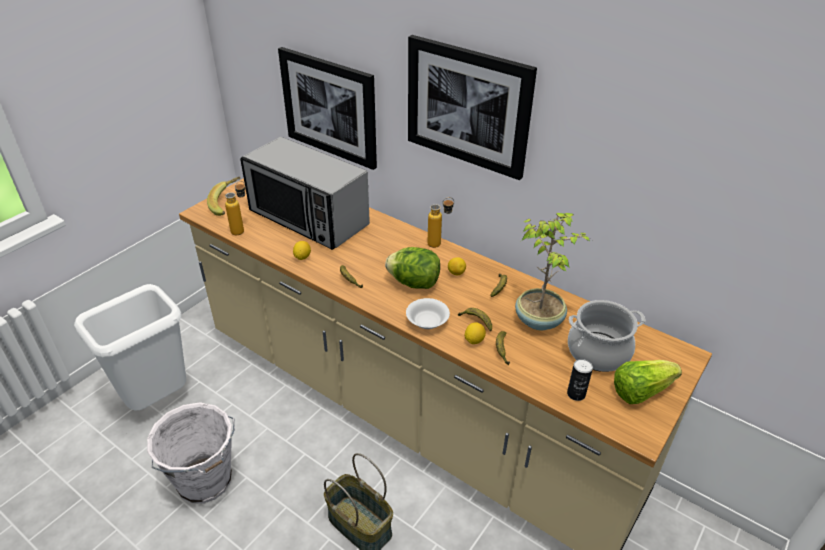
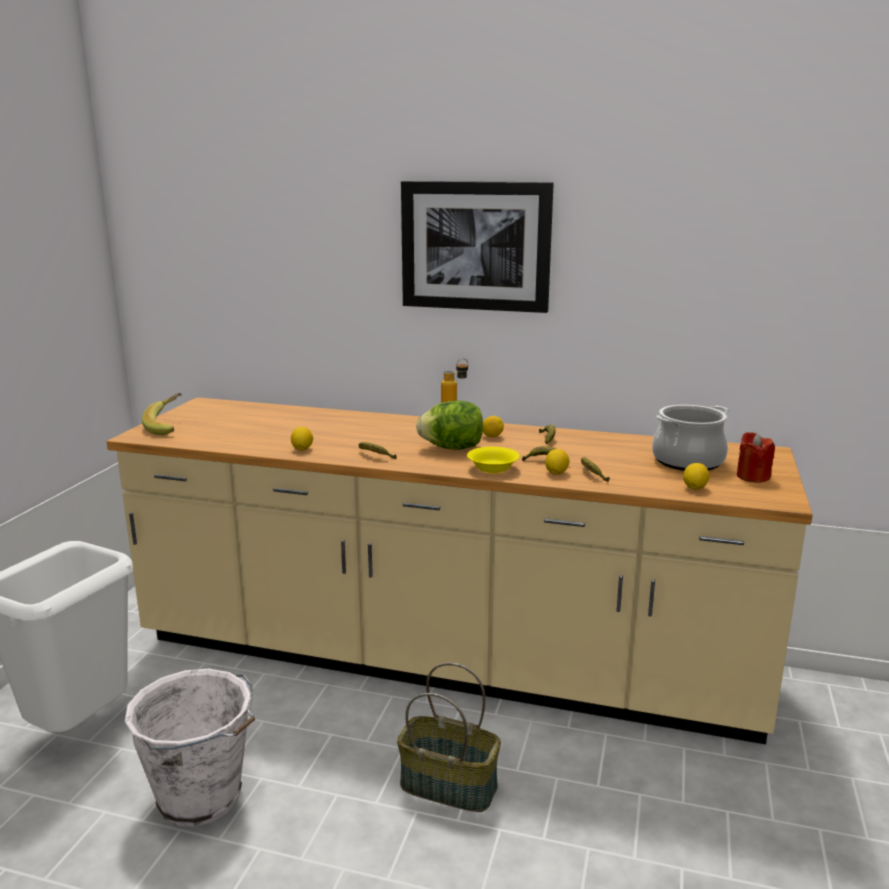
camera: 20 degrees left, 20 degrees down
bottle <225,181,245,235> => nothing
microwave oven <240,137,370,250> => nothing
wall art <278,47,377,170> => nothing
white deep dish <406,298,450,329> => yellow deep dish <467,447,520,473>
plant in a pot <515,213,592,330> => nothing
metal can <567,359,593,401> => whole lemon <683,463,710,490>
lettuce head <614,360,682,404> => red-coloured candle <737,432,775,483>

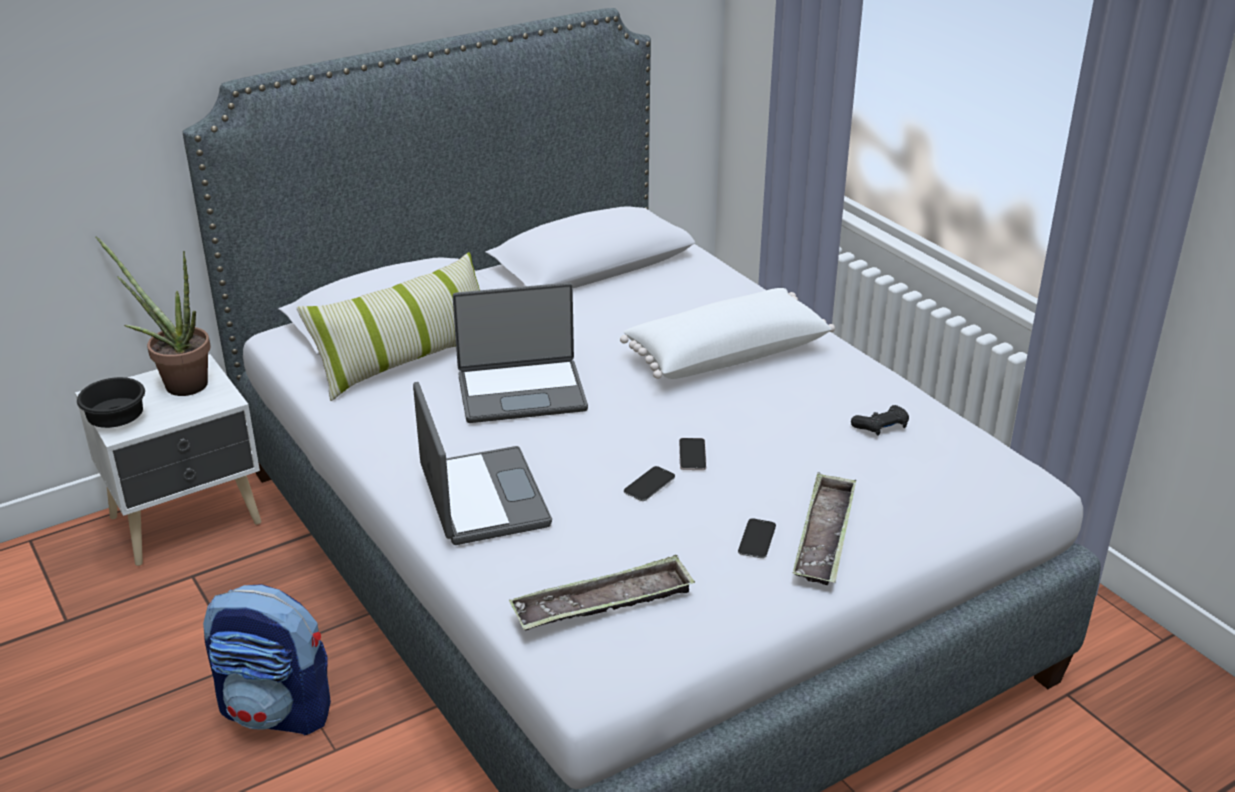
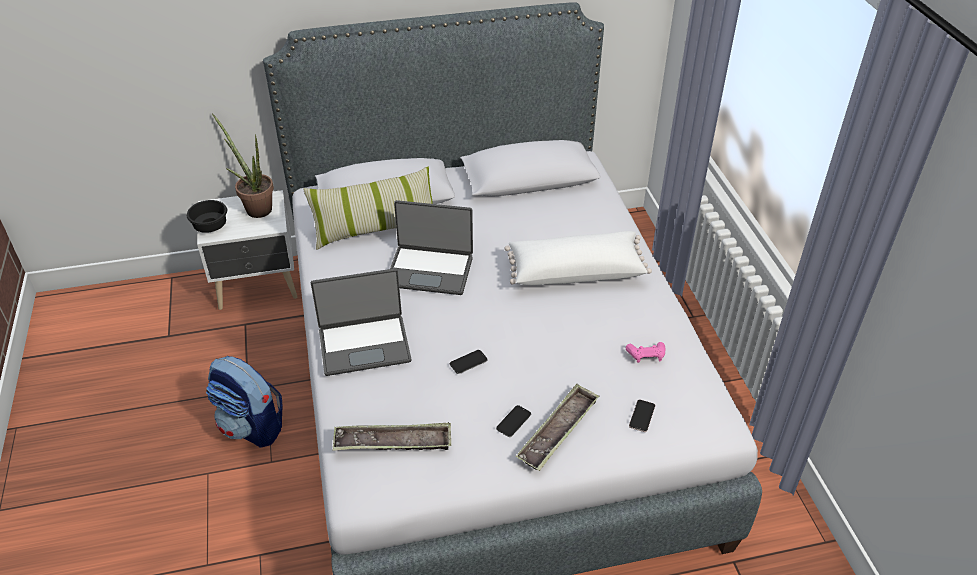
camera: 20 degrees right, 10 degrees up
notebook computer <413,382,552,545> => notebook computer <311,268,411,376>, 75 degrees clockwise
telephone <679,438,706,470> => telephone <629,400,655,432>, shifted
black game controller <851,405,909,436> => pink-coloured game controller <626,342,665,363>

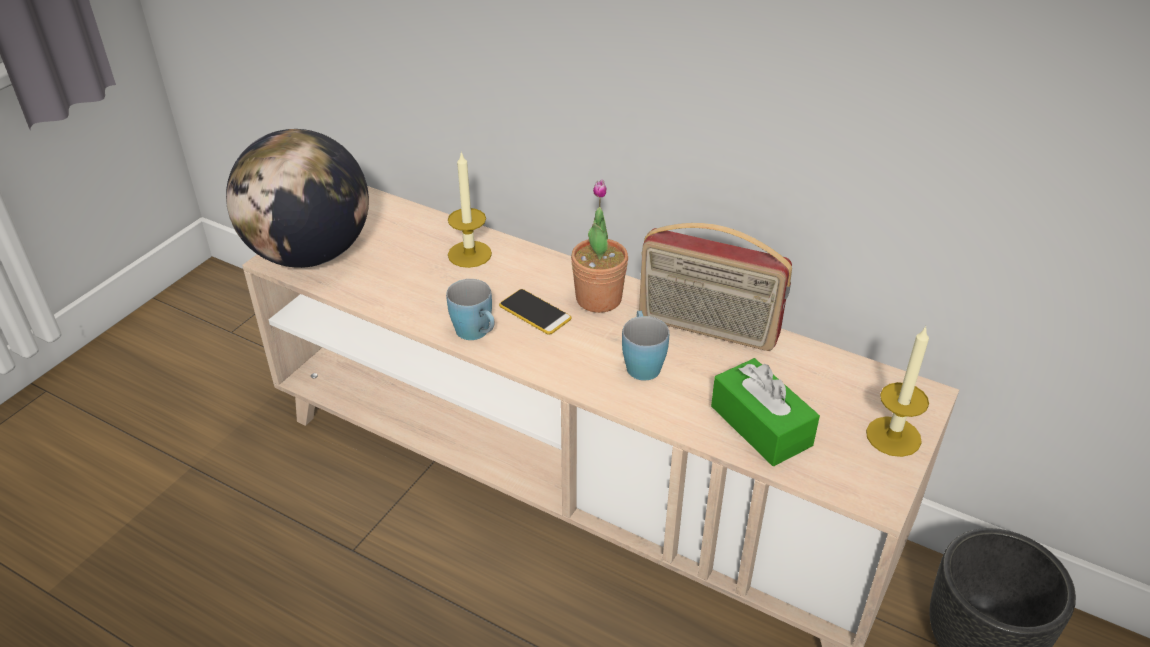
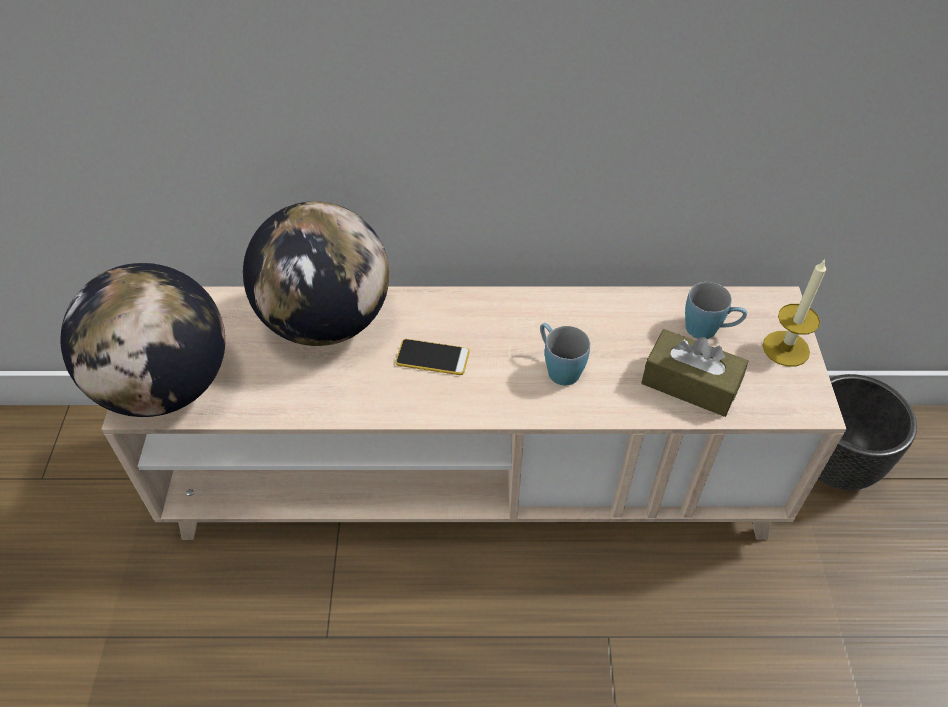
camera: 30 degrees left, 10 degrees up
blue-coloured mug <446,279,494,340> => blue-coloured mug <685,282,747,339>, shifted
candle <448,151,492,268> => world globe <243,201,389,346>
plant in a pot <571,179,628,313> => nothing
radio <639,223,792,351> => nothing
green-coloured tissue box <711,358,820,466> => brownish tissue box <641,329,748,417>

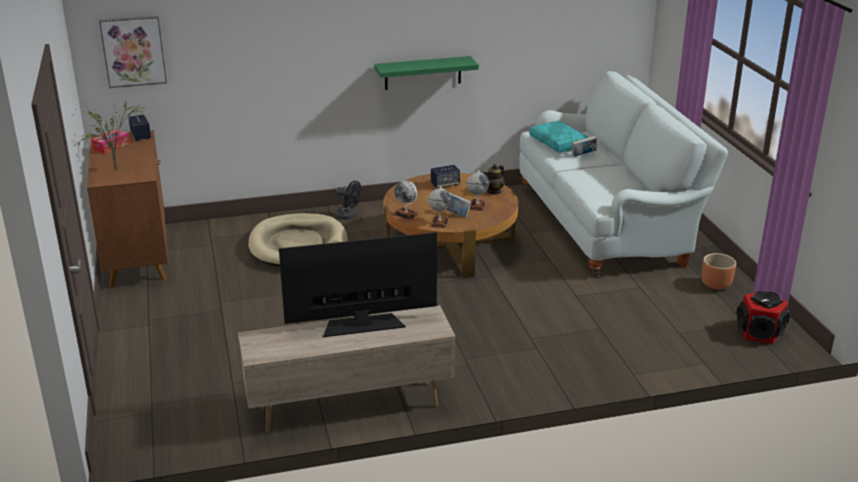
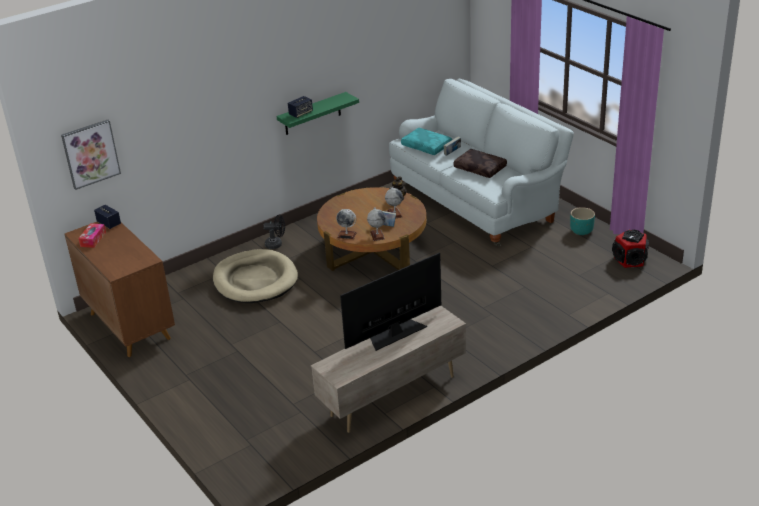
camera: 20 degrees left, 5 degrees up
plant in a pot <79,101,149,170> => nothing
speaker <431,165,460,188> => speaker <288,96,313,118>, shifted
brownish plant pot <702,253,736,290> => turquoise-coloured plant pot <570,207,595,235>
nothing => brownish throw pillow <453,149,507,178>

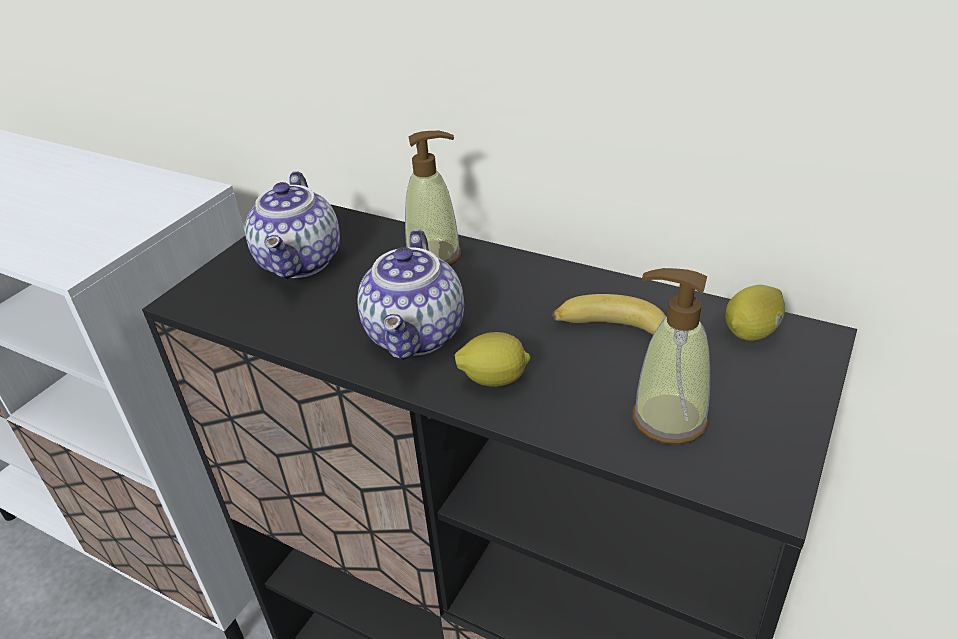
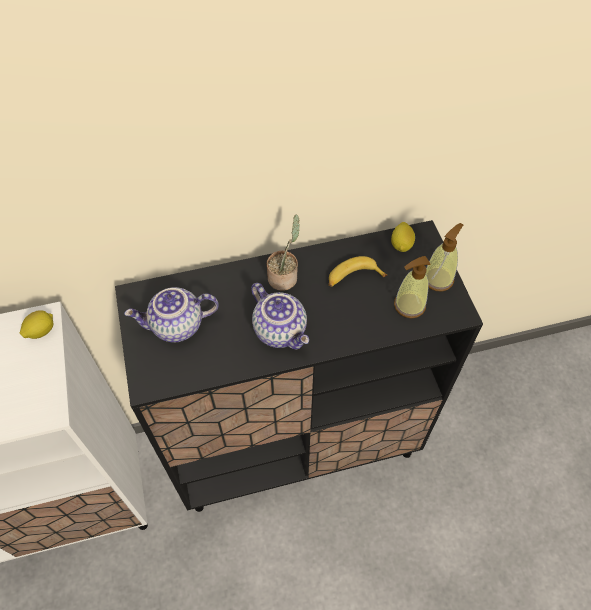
camera: 45 degrees left, 20 degrees up
tea pot <245,171,340,279> => tea pot <124,287,219,343>, 120 degrees clockwise
soap dispenser <405,131,461,266> => soap dispenser <426,223,463,292>, shifted
whole lemon <455,332,531,387> => whole lemon <20,310,53,339>, shifted
nothing => plant in a pot <267,214,300,291>

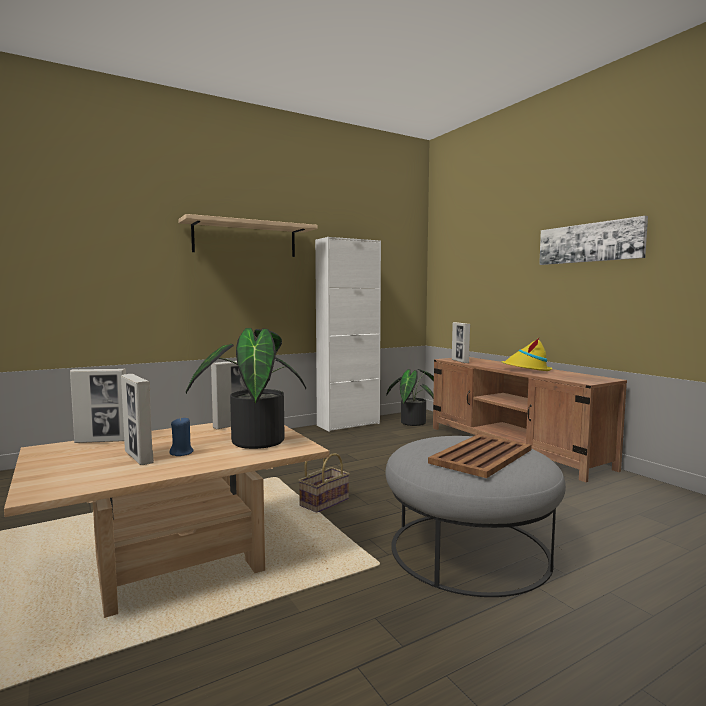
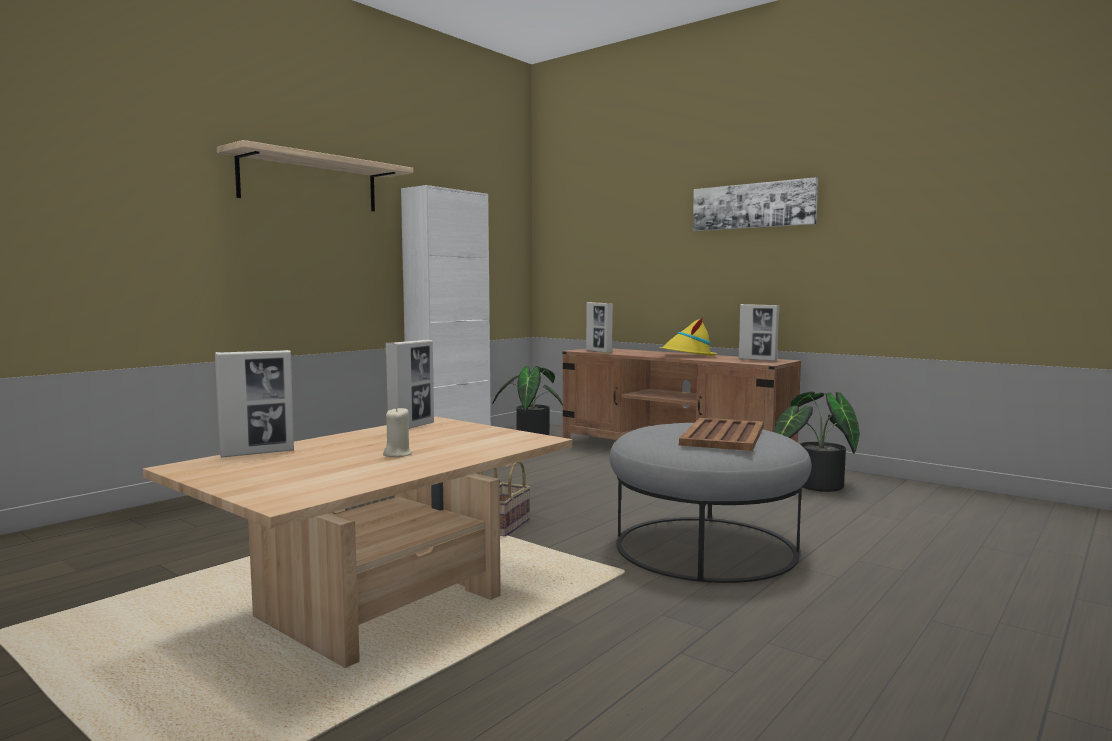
camera: 20 degrees left, 0 degrees up
picture frame <121,374,154,465> => picture frame <738,304,780,361>, shifted
blue-coloured candle <169,417,193,456> => sand-coloured candle <383,407,412,457>
plant in a pot <186,328,306,449> => plant in a pot <774,391,860,492>, shifted

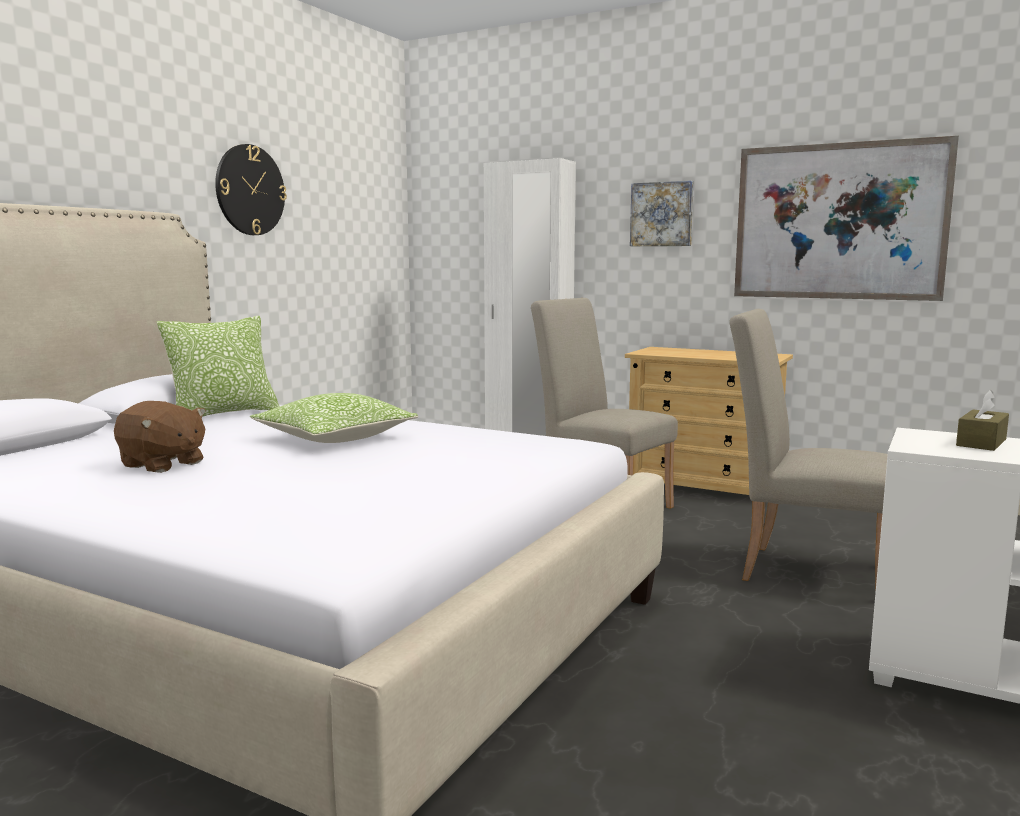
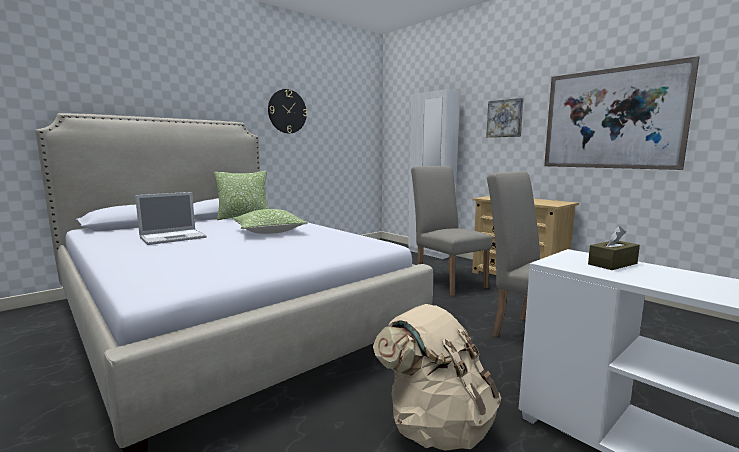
camera: 20 degrees right, 0 degrees up
brownish cuddly toy <114,401,206,473> => notebook computer <135,192,207,245>
nothing => sand-coloured knapsack <373,304,501,451>

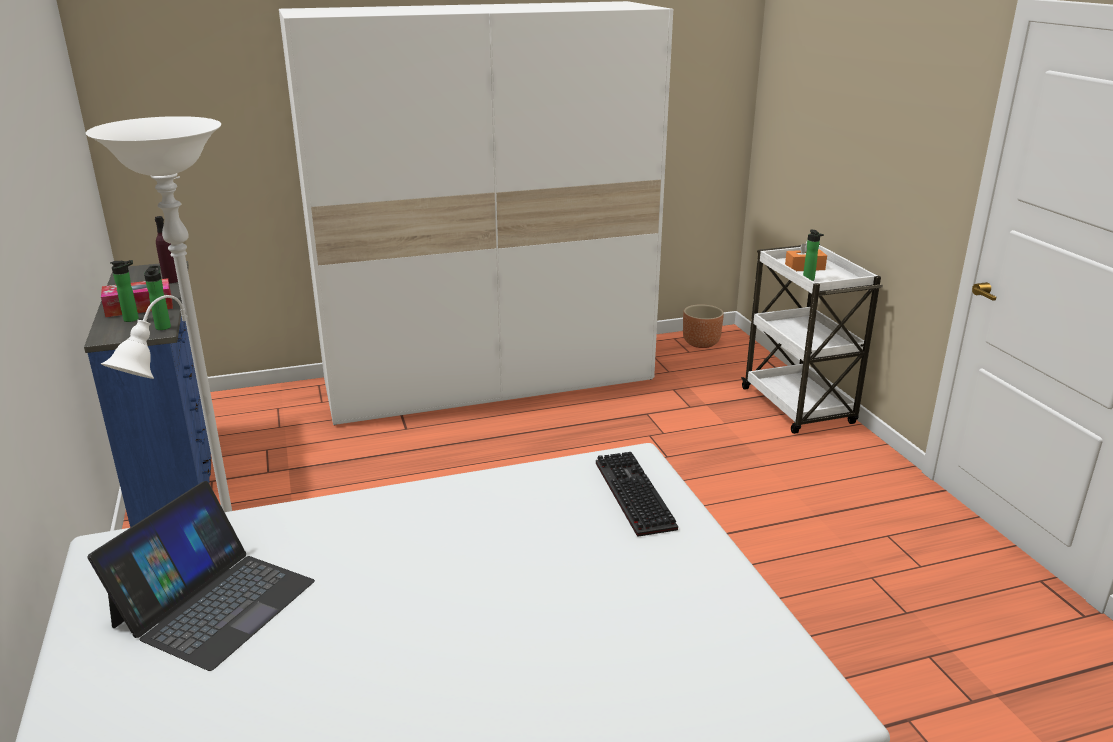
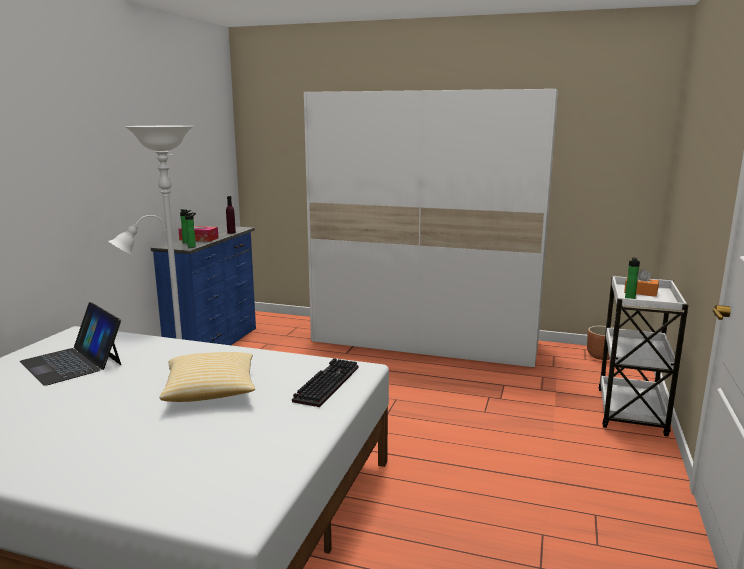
camera: 35 degrees right, 10 degrees down
notebook computer <88,481,315,671> => notebook computer <20,302,121,386>, 75 degrees clockwise
nothing => throw pillow <159,352,255,402>

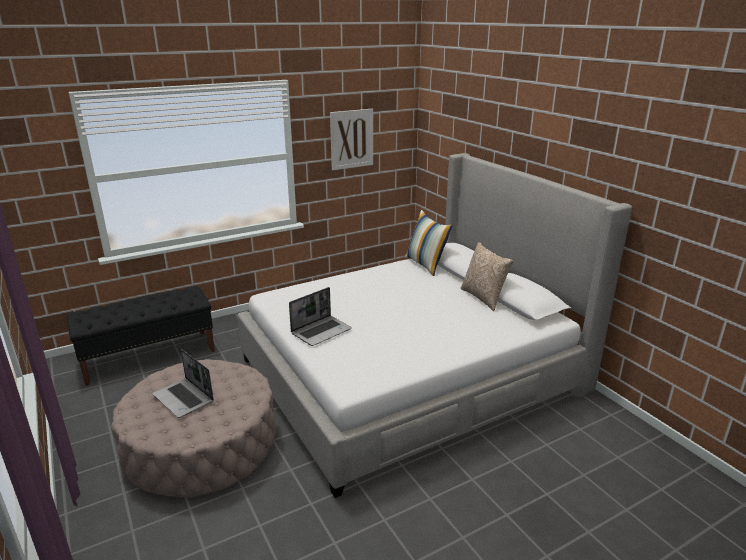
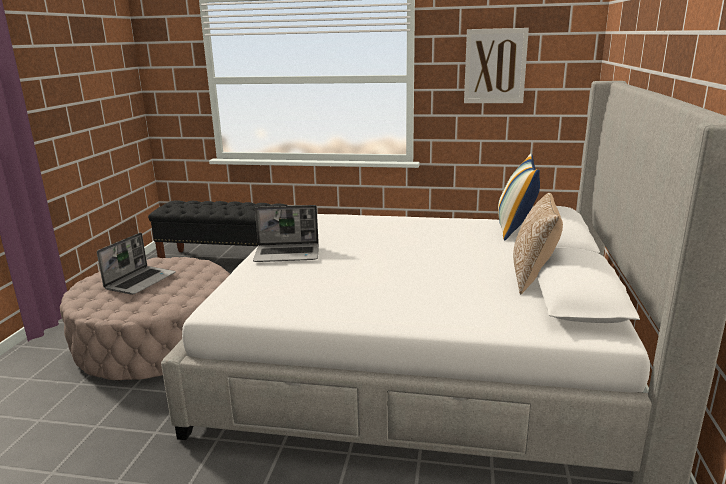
camera: 40 degrees right, 5 degrees down
notebook computer <152,349,214,418> => notebook computer <97,232,176,295>, 150 degrees counterclockwise

